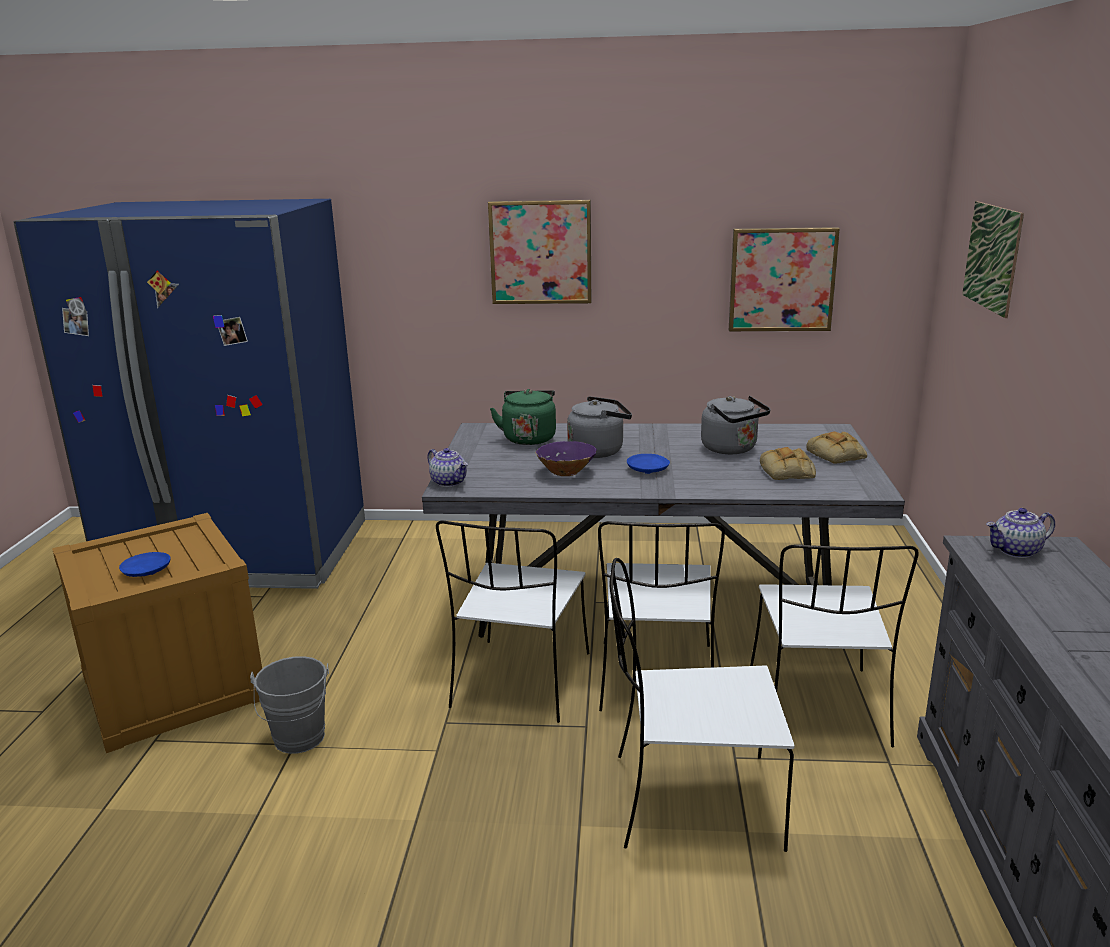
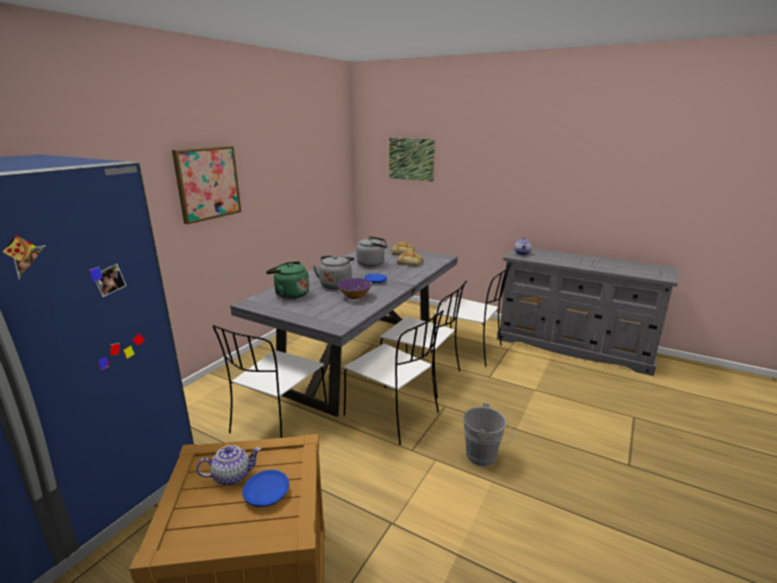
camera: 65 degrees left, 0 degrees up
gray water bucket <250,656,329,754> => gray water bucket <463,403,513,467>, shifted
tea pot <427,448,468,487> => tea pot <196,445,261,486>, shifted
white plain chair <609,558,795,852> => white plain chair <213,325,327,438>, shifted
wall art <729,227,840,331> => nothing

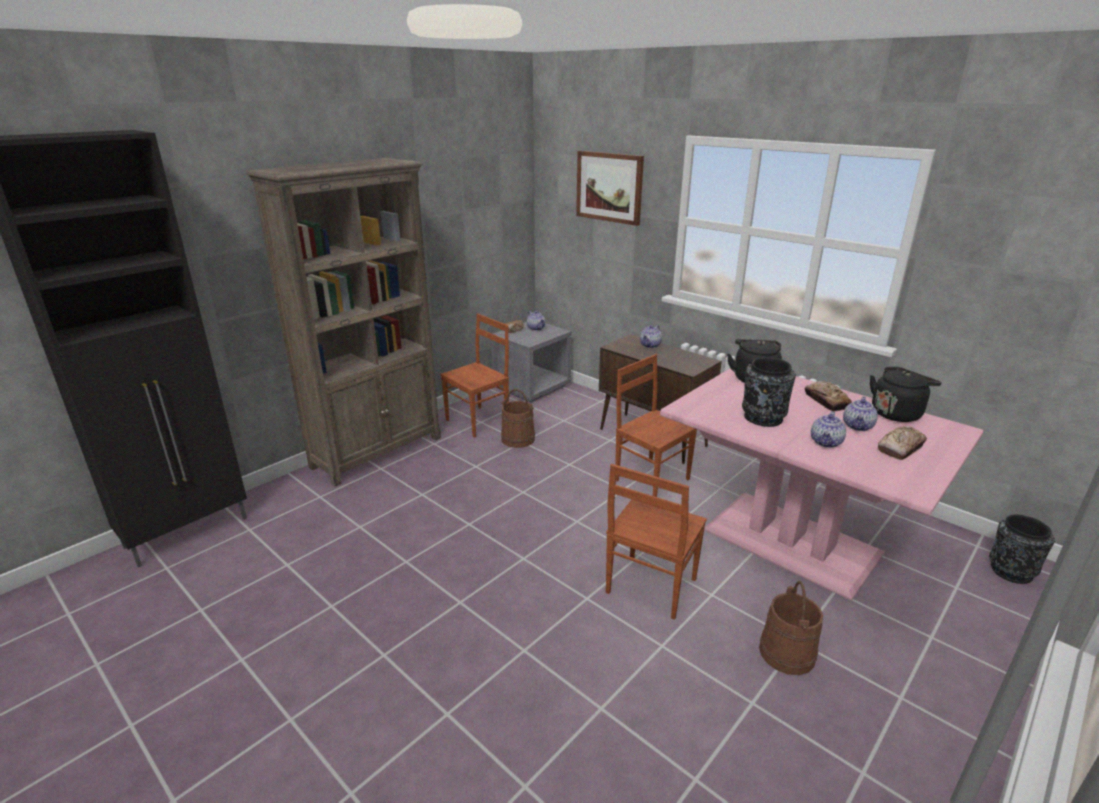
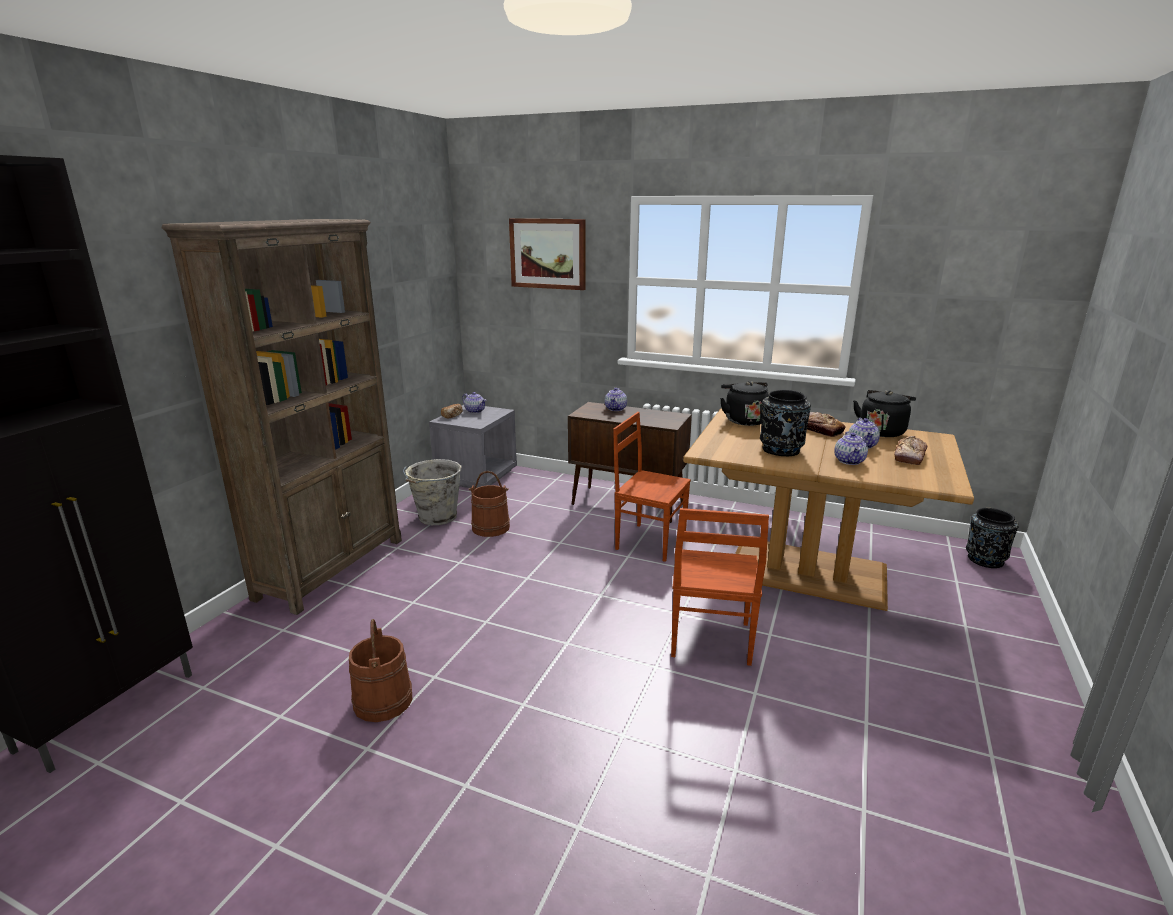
camera: 20 degrees left, 5 degrees down
brownish plain chair <440,314,509,438> => gray water bucket <403,459,462,525>
pink-coloured dinner table <660,368,983,600> => brownish dinner table <683,408,974,611>
brownish water bucket <759,581,823,675> => brownish water bucket <349,619,412,722>, shifted

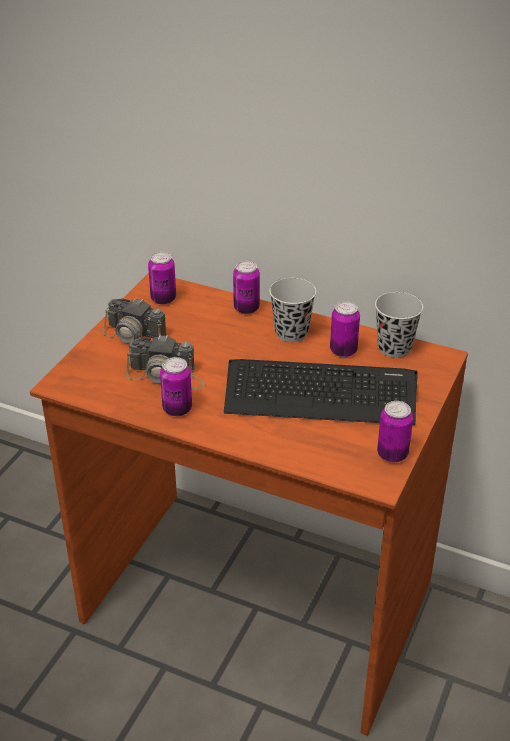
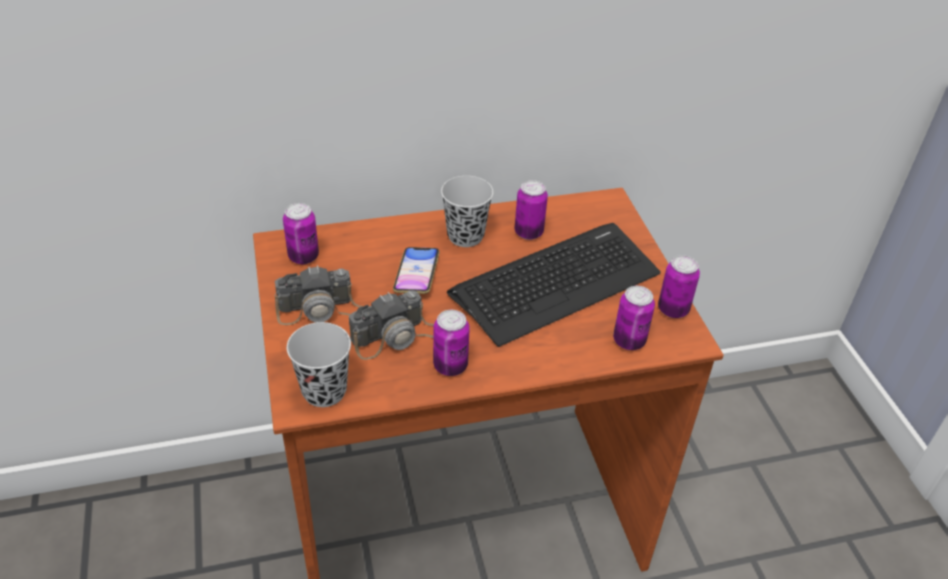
camera: 40 degrees left, 5 degrees up
metal can <233,261,260,314> => metal can <613,286,655,350>, shifted
black small cup <375,292,423,358> => black small cup <287,322,351,407>, shifted
nothing => telephone <393,247,440,294>

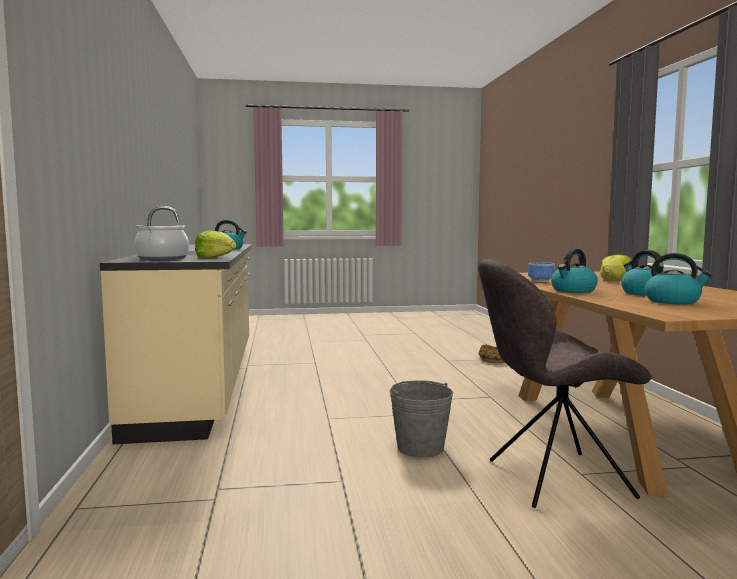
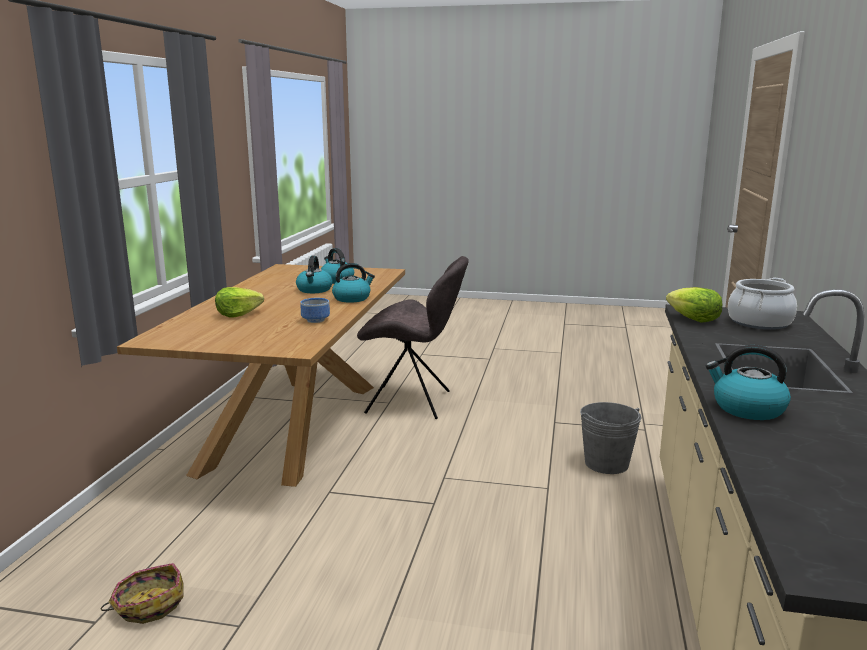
camera: 160 degrees left, 10 degrees up
gray water bucket <390,380,453,457> => gray water bucket <580,402,641,474>, shifted

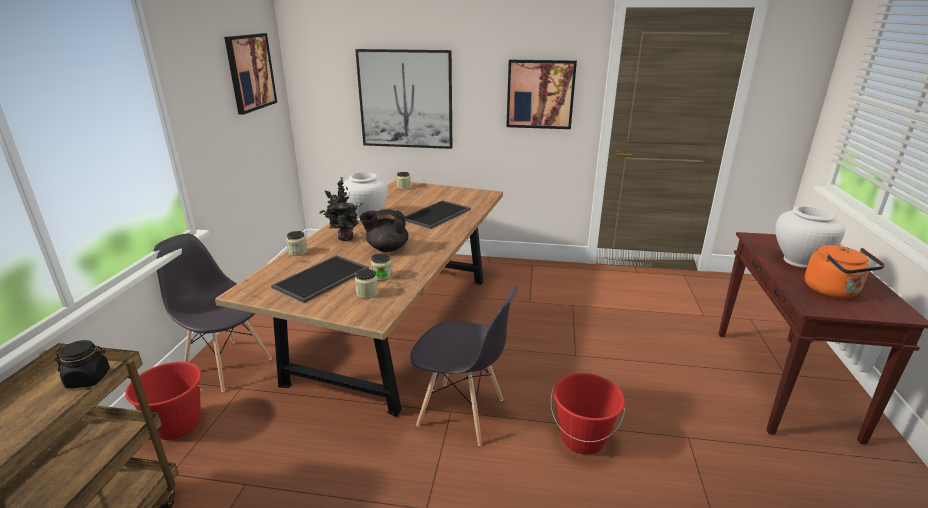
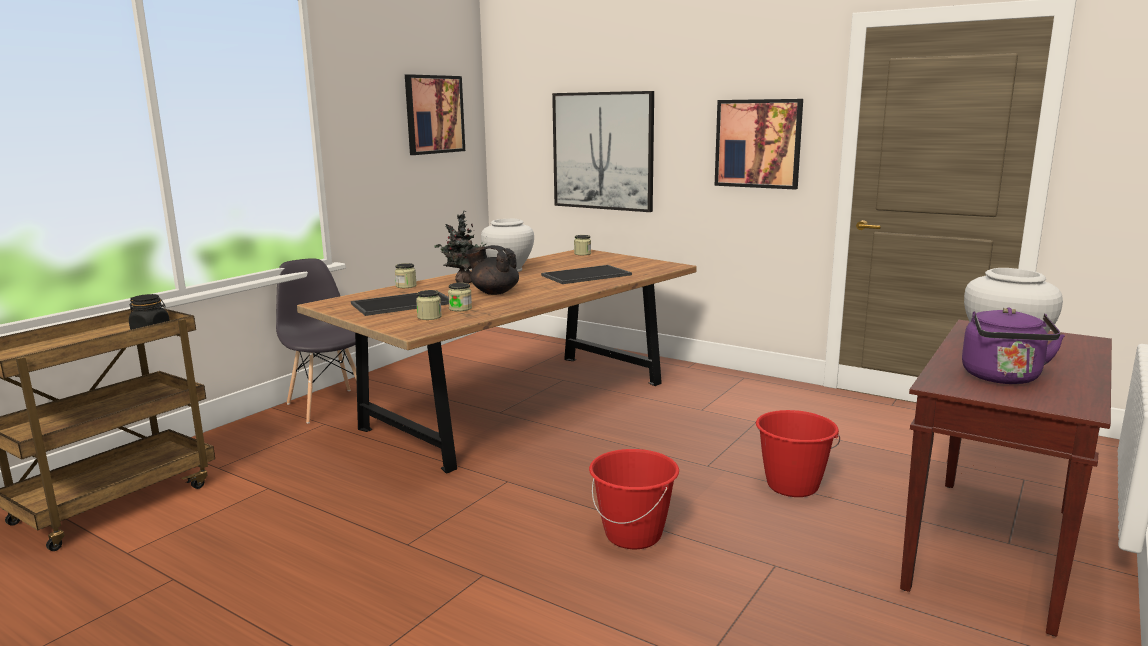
camera: 25 degrees right, 10 degrees down
red-coloured water bucket <125,362,206,440> => red-coloured water bucket <755,410,840,497>, shifted
gray plain chair <410,285,518,446> => nothing
orange kettle <805,245,885,298> => purple-coloured kettle <962,307,1065,384>

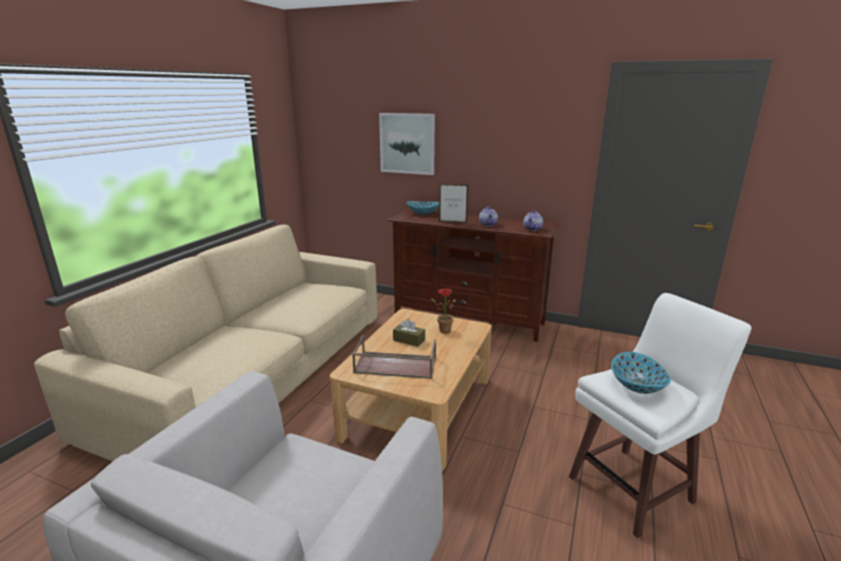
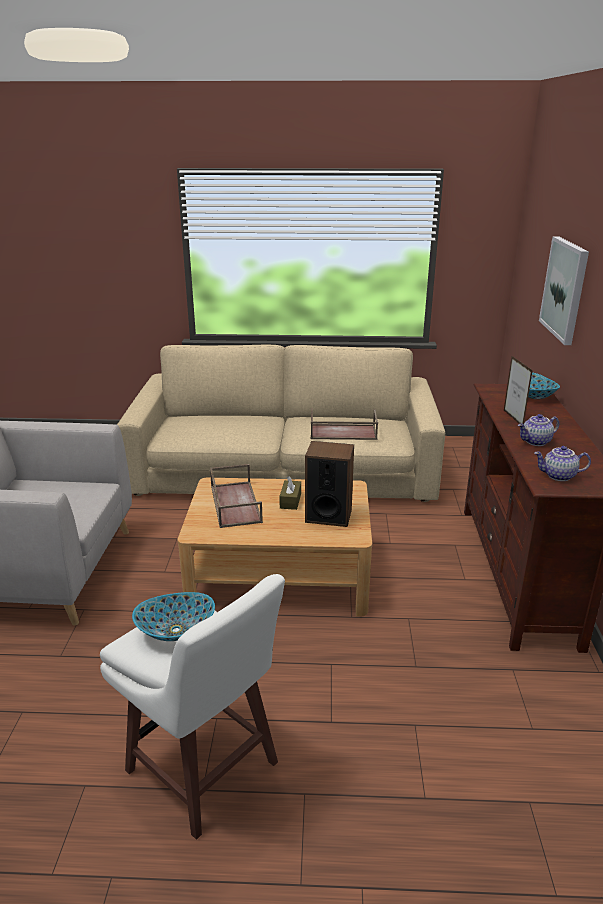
camera: 70 degrees right, 5 degrees up
plant in a pot <431,288,456,333> => speaker <305,441,354,527>
nothing => brownish tray <310,409,378,440>

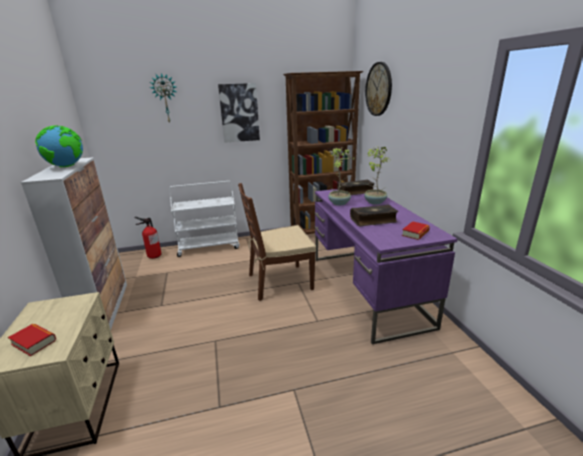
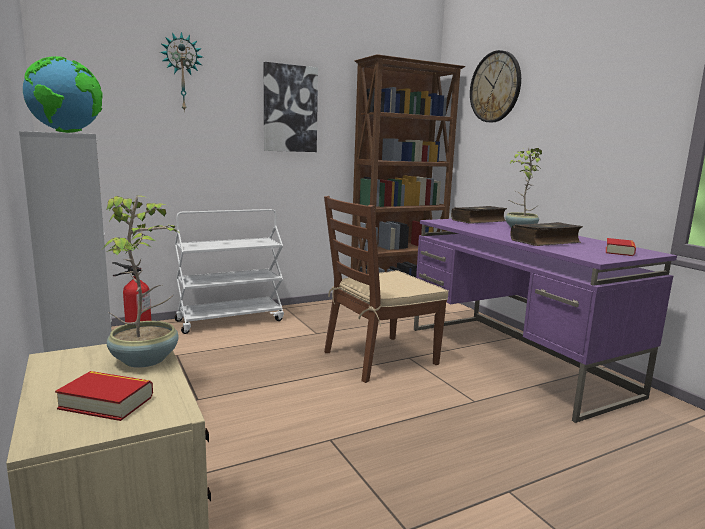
camera: 15 degrees left, 10 degrees down
plant in a pot <328,147,354,206> => plant in a pot <103,195,179,368>, shifted

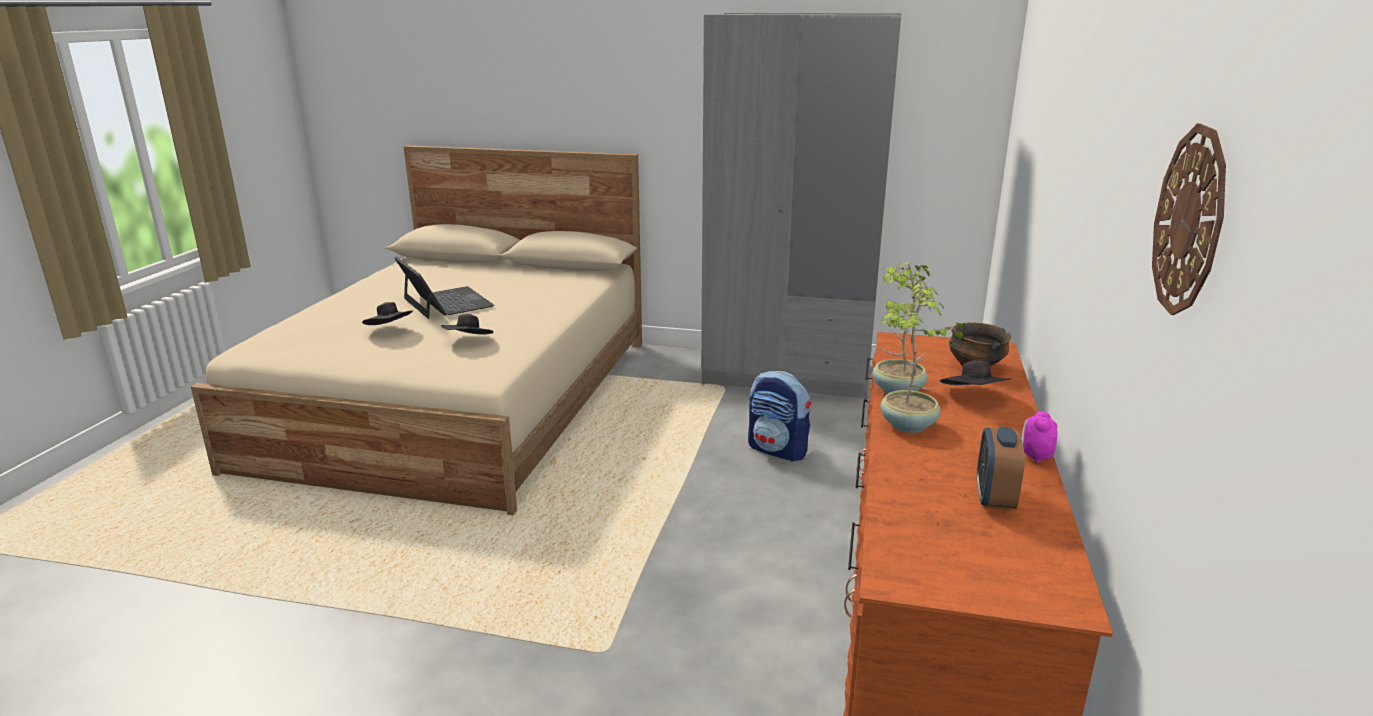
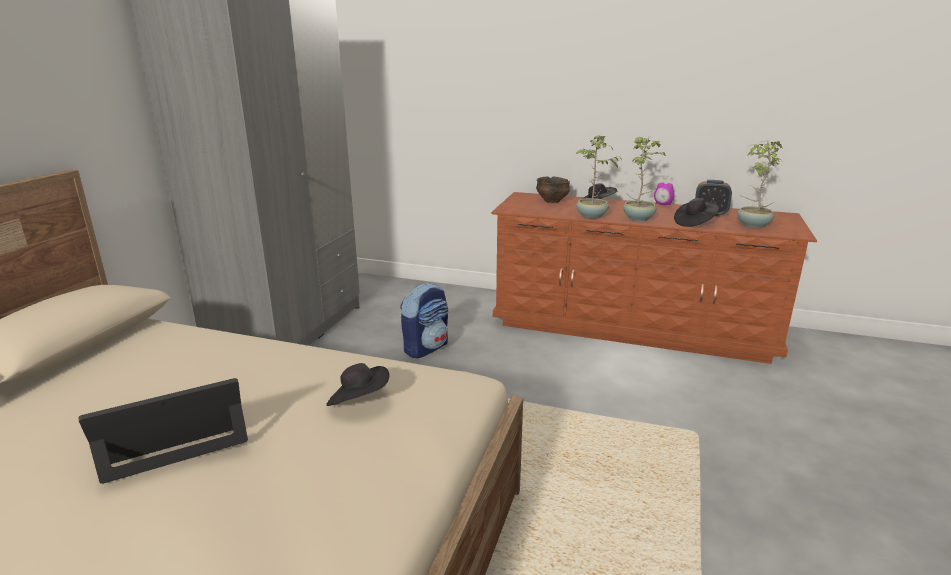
camera: 85 degrees left, 0 degrees up
black wearable hat <362,302,413,325> => black wearable hat <674,198,719,227>, shifted
clock on the wall <1152,123,1226,315> => nothing
nothing => plant in a pot <737,141,783,228>

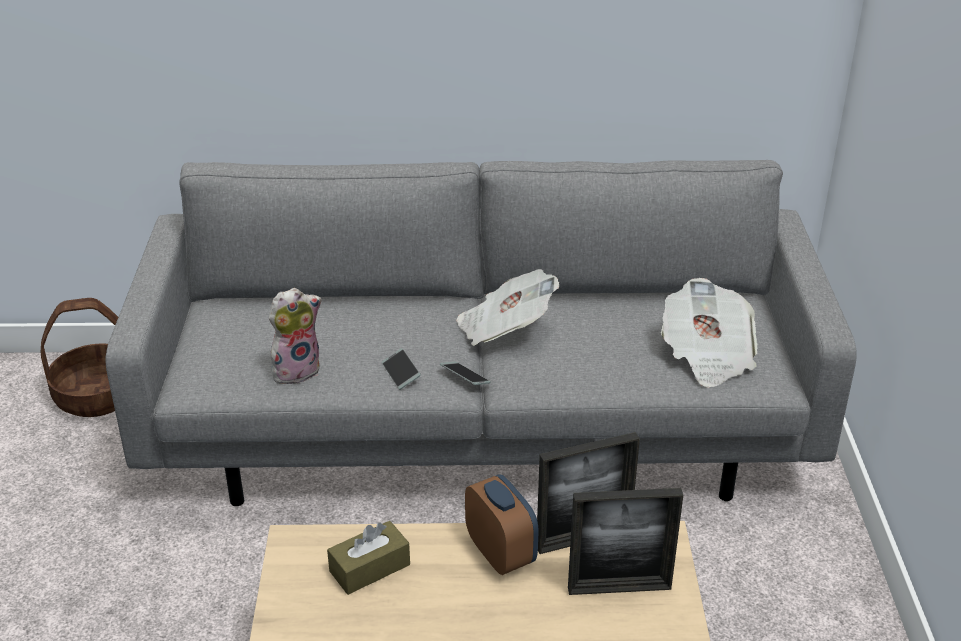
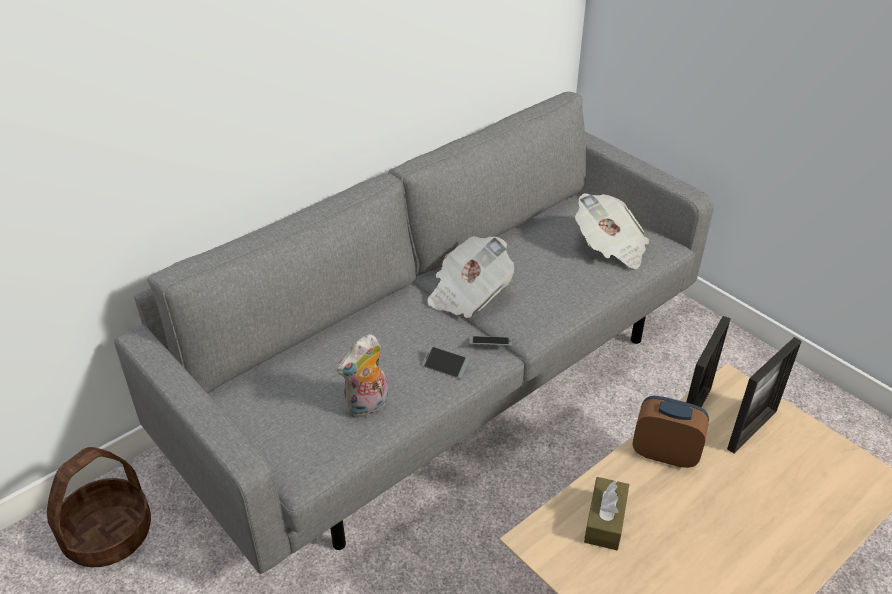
camera: 40 degrees left, 5 degrees up
cuddly toy <269,288,322,387> => cuddly toy <337,334,388,419>, 150 degrees counterclockwise

